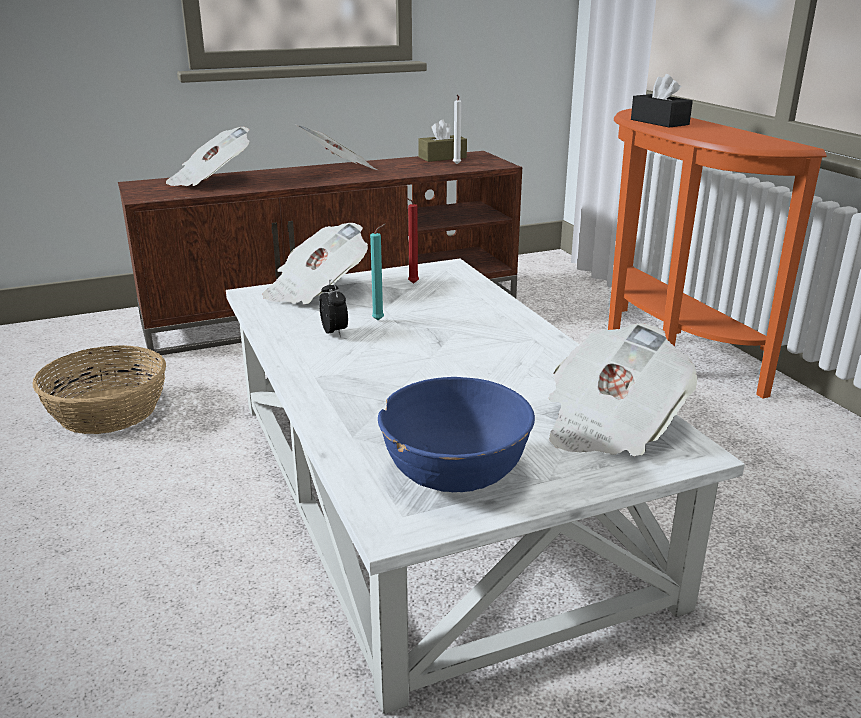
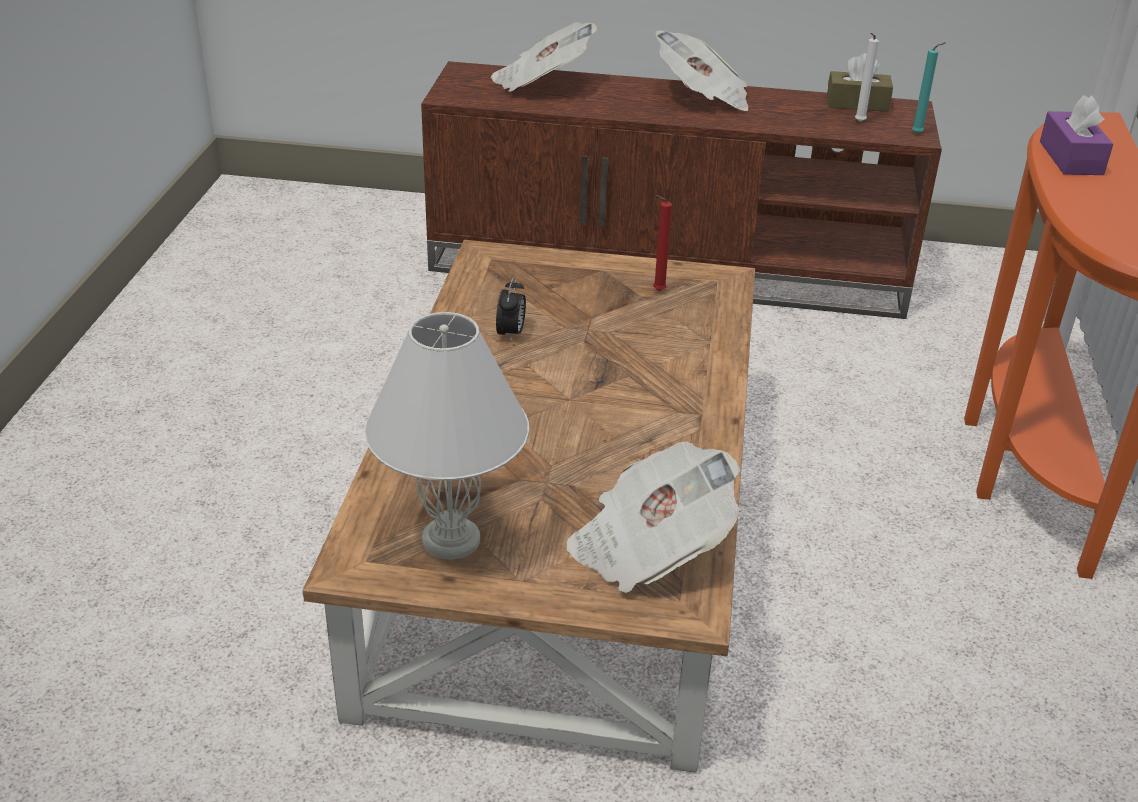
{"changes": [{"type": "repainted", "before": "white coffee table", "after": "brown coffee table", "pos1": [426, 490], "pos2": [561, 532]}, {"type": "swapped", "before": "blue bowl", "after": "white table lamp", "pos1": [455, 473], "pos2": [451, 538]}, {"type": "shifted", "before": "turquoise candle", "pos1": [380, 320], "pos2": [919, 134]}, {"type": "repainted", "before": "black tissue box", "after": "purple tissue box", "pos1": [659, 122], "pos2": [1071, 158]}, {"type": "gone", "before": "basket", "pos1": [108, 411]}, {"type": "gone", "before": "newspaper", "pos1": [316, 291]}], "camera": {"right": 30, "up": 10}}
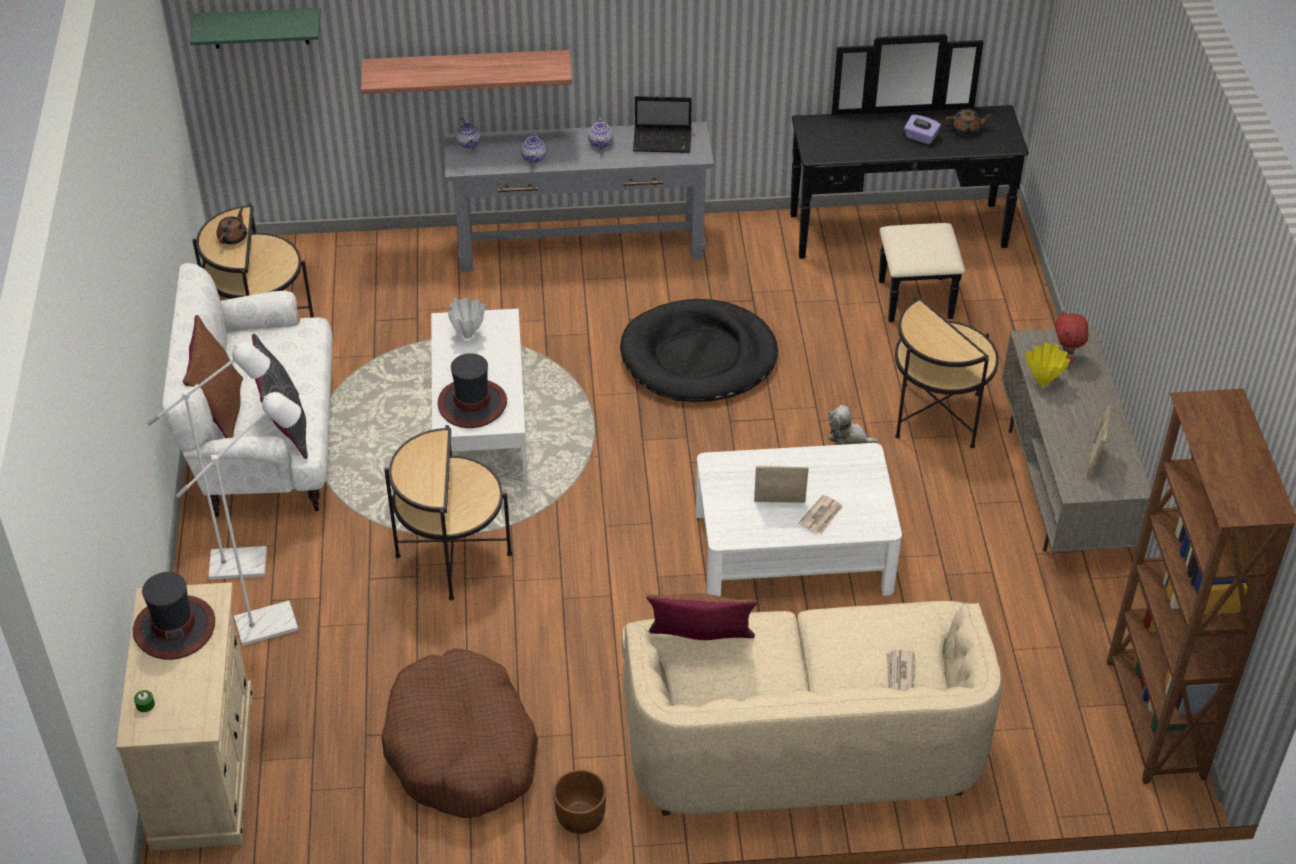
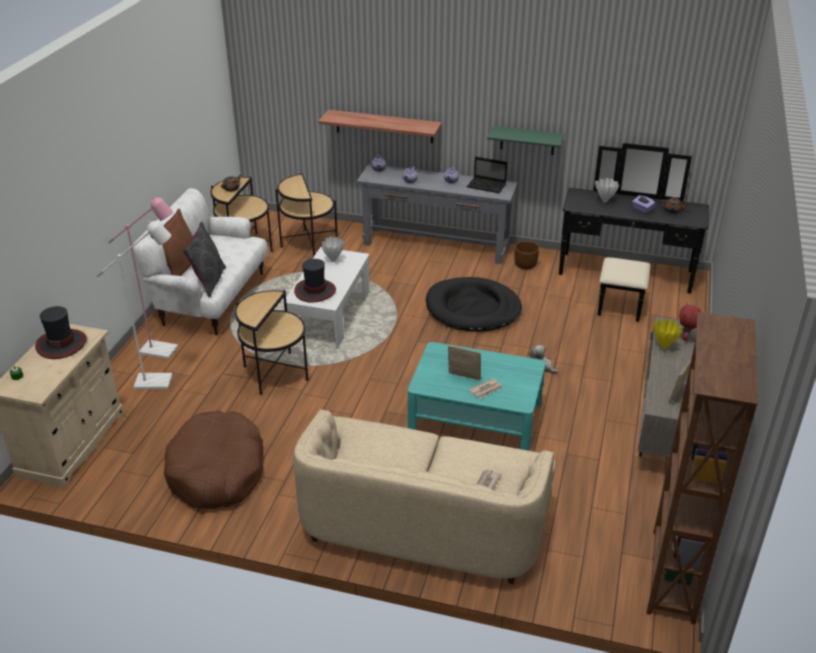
{"changes": [{"type": "repainted", "before": "white floor lamp", "after": "pink floor lamp", "pos1": [250, 563], "pos2": [165, 351]}, {"type": "shifted", "before": "side table", "pos1": [938, 415], "pos2": [309, 243]}, {"type": "repainted", "before": "white coffee table", "after": "turquoise coffee table", "pos1": [792, 551], "pos2": [475, 418]}, {"type": "shifted", "before": "green shelf", "pos1": [260, 28], "pos2": [527, 140]}, {"type": "shifted", "before": "brown planter", "pos1": [580, 817], "pos2": [525, 265]}, {"type": "new", "after": "white vase", "pos2": [605, 201]}, {"type": "gone", "before": "brown pillow", "pos1": [700, 648]}], "camera": {"right": 20, "up": -10}}
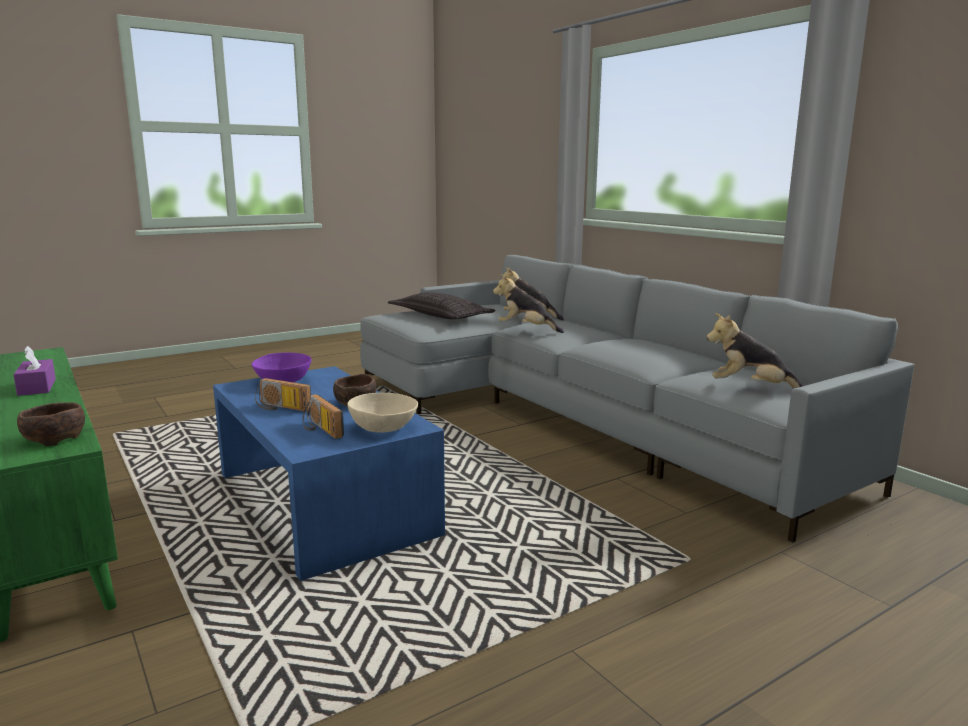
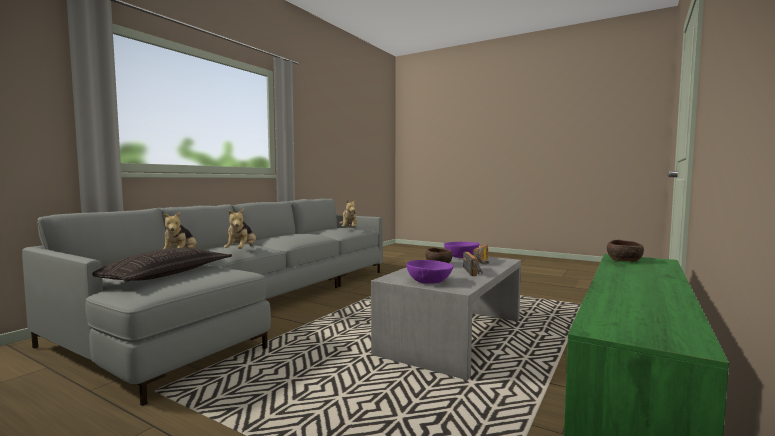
{"changes": [{"type": "repainted", "before": "blue coffee table", "after": "grey coffee table", "pos1": [325, 503], "pos2": [452, 336]}, {"type": "repainted", "before": "beige bowl", "after": "purple bowl", "pos1": [383, 428], "pos2": [461, 257]}, {"type": "gone", "before": "purple tissue box", "pos1": [37, 387]}], "camera": {"right": -115, "up": -10}}
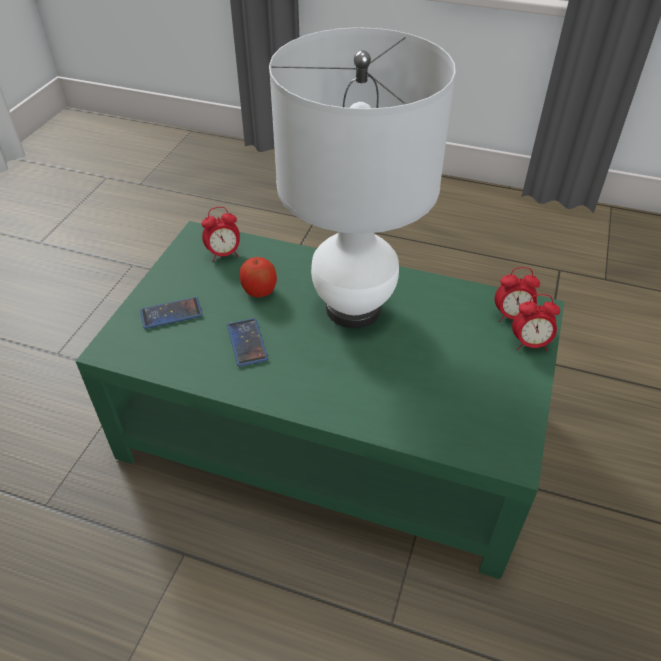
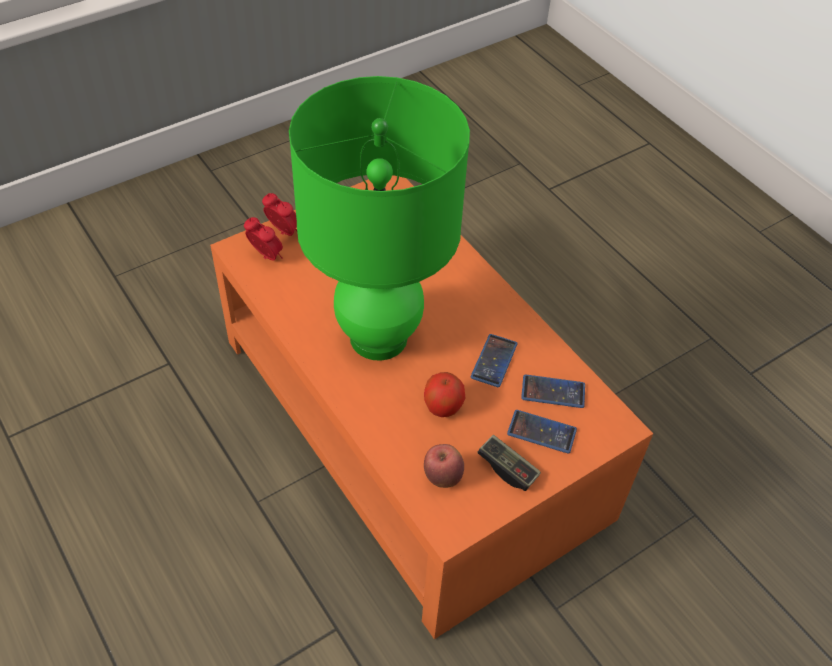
{"changes": [{"type": "repainted", "before": "green coffee table", "after": "orange coffee table", "pos1": [330, 429], "pos2": [410, 426]}, {"type": "repainted", "before": "white table lamp", "after": "green table lamp", "pos1": [353, 309], "pos2": [379, 338]}, {"type": "swapped", "before": "alarm clock", "after": "apple", "pos1": [224, 254], "pos2": [442, 477]}, {"type": "new", "after": "game controller", "pos2": [507, 468]}, {"type": "new", "after": "phone", "pos2": [553, 392]}], "camera": {"right": -145, "up": 5}}
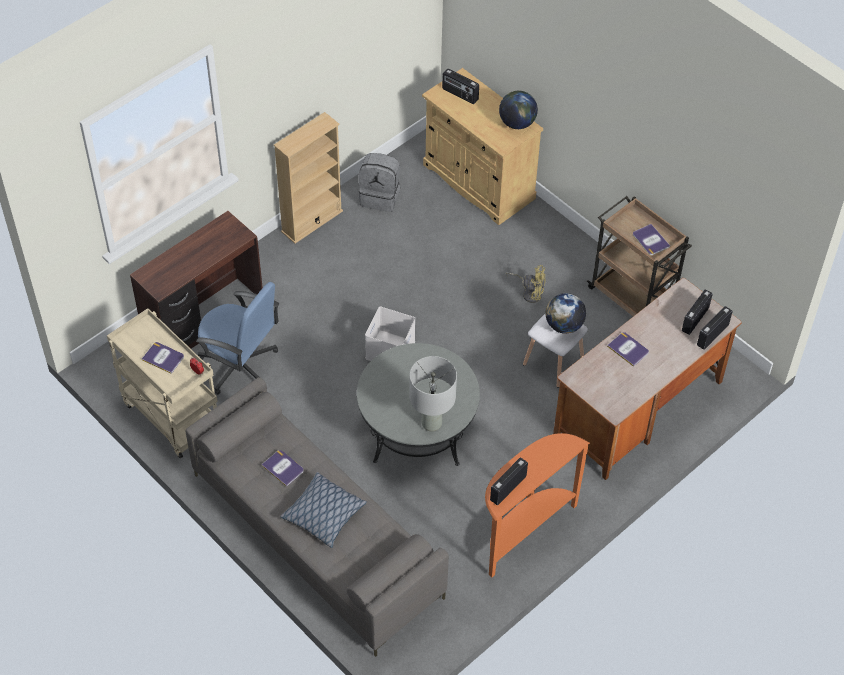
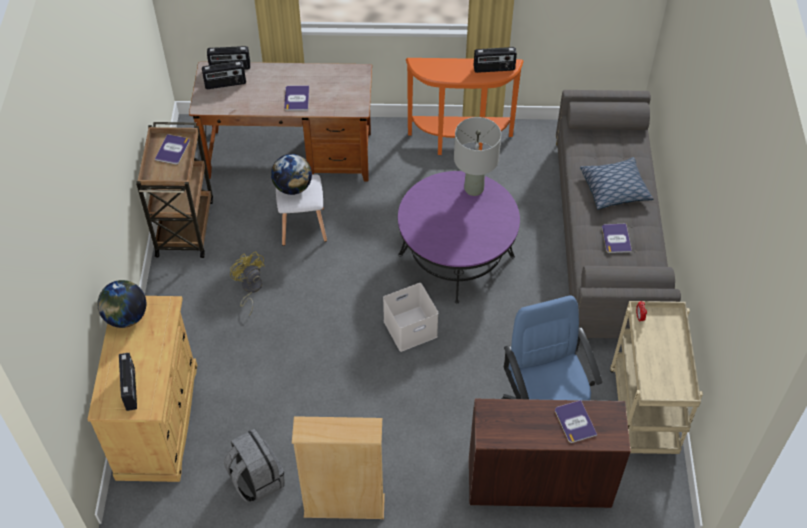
{"changes": [{"type": "repainted", "before": "grey coffee table", "after": "purple coffee table", "pos1": [417, 428], "pos2": [456, 255]}, {"type": "shifted", "before": "book", "pos1": [163, 358], "pos2": [575, 422]}], "camera": {"right": -135, "up": 0}}
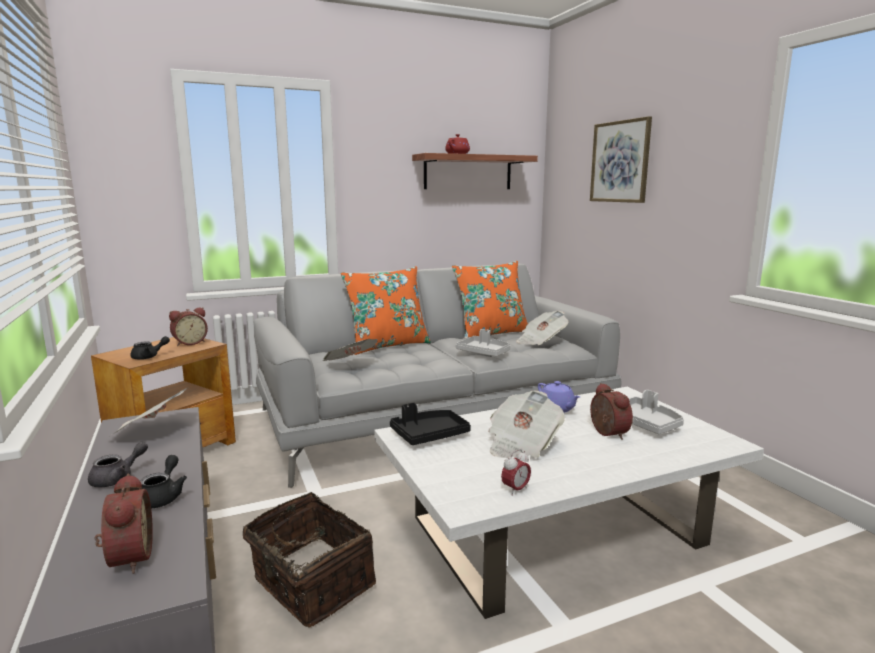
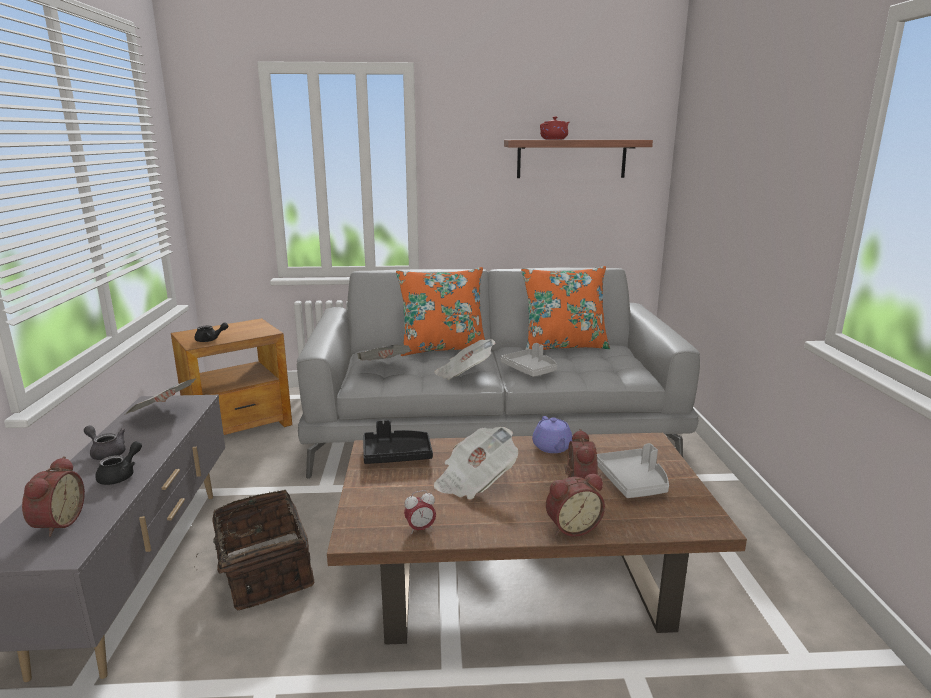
{"changes": [{"type": "rotated", "before": "grey teapot", "pos1": [118, 478], "pos2": [106, 453], "turn": -120}, {"type": "repainted", "before": "white coffee table", "after": "brown coffee table", "pos1": [557, 529], "pos2": [522, 574]}, {"type": "shifted", "before": "newspaper", "pos1": [540, 341], "pos2": [464, 374]}, {"type": "shifted", "before": "alarm clock", "pos1": [189, 343], "pos2": [571, 527]}, {"type": "gone", "before": "picture", "pos1": [620, 162]}], "camera": {"right": 20, "up": 5}}
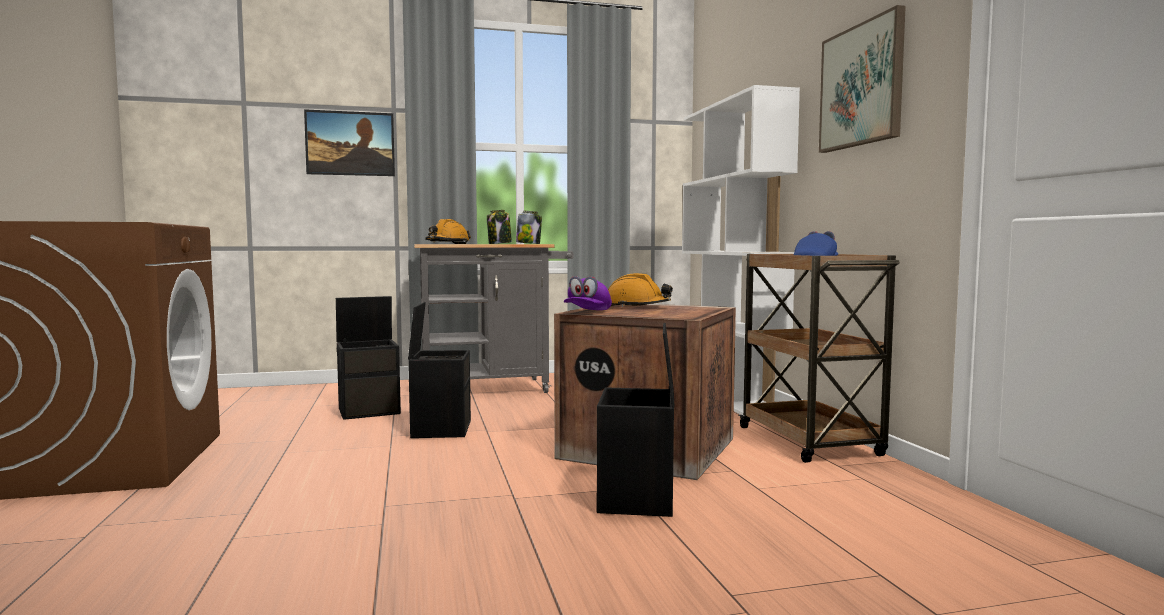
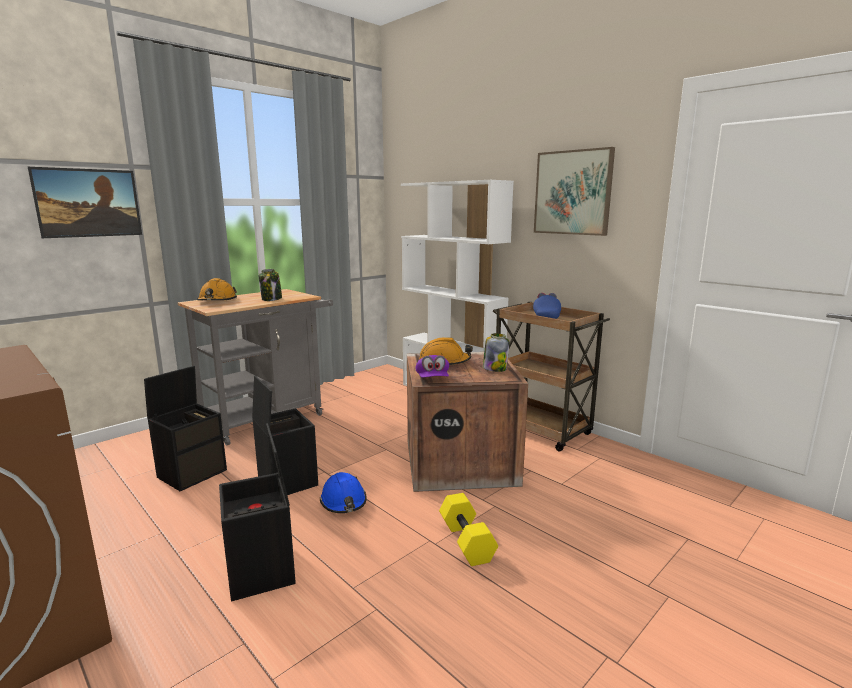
{"changes": [{"type": "shifted", "before": "black storage box", "pos1": [637, 500], "pos2": [262, 570]}, {"type": "new", "after": "blue hard hat", "pos2": [343, 502]}, {"type": "new", "after": "yellow dumbbell", "pos2": [468, 541]}, {"type": "shifted", "before": "jar", "pos1": [528, 244], "pos2": [494, 369]}], "camera": {"right": -30, "up": 10}}
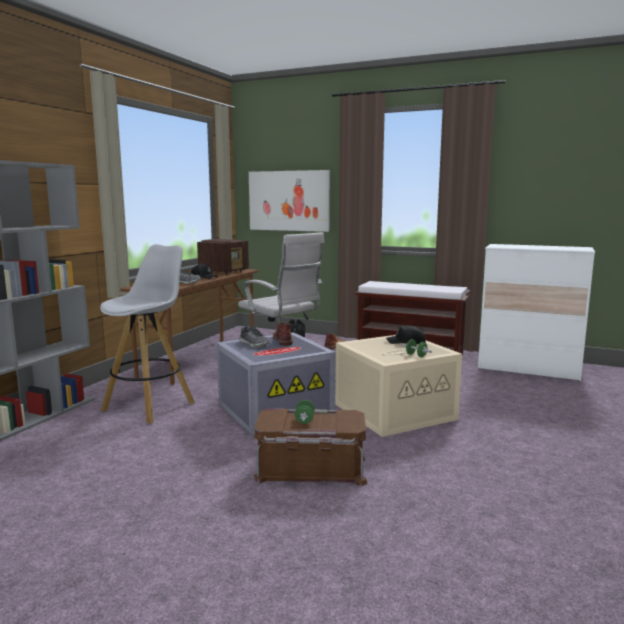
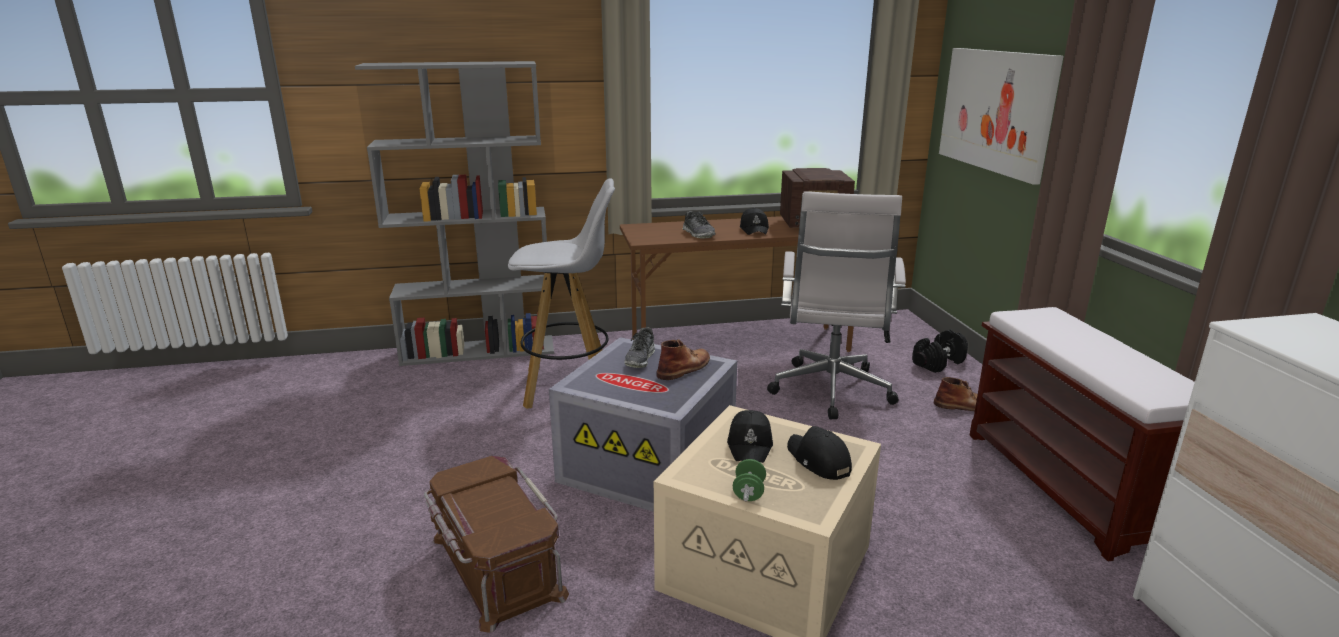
{"changes": [{"type": "new", "after": "black cap", "pos2": [750, 444]}, {"type": "gone", "before": "green dumbbell", "pos1": [304, 420]}], "camera": {"right": 55, "up": 10}}
